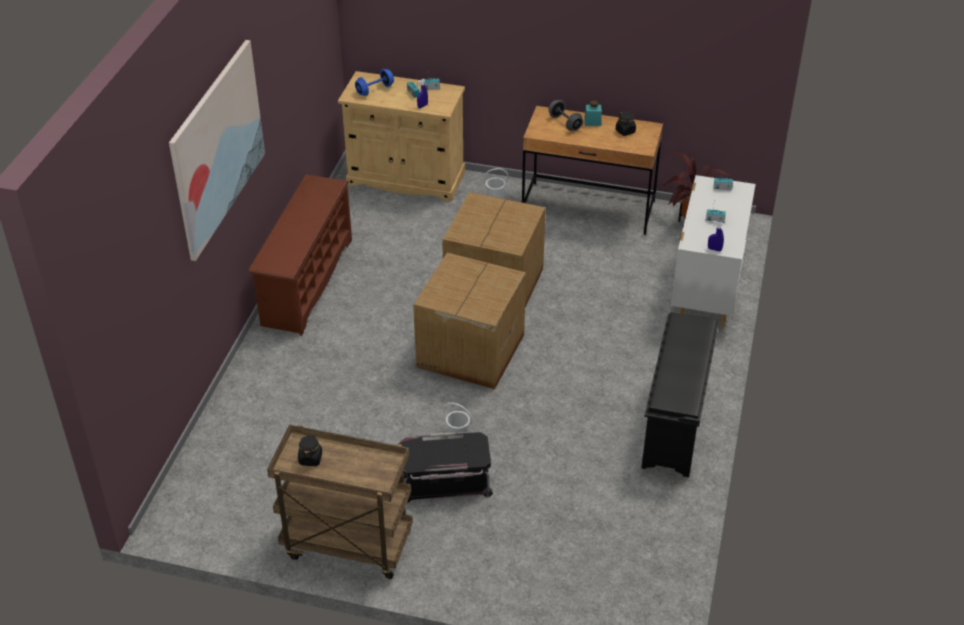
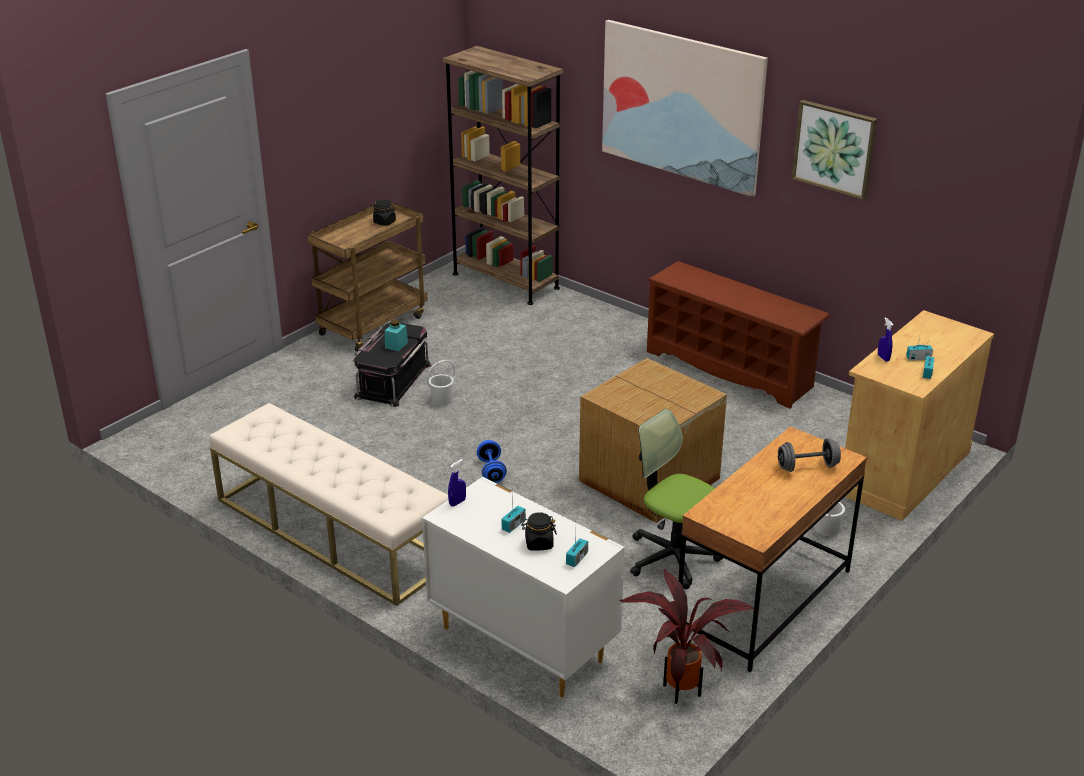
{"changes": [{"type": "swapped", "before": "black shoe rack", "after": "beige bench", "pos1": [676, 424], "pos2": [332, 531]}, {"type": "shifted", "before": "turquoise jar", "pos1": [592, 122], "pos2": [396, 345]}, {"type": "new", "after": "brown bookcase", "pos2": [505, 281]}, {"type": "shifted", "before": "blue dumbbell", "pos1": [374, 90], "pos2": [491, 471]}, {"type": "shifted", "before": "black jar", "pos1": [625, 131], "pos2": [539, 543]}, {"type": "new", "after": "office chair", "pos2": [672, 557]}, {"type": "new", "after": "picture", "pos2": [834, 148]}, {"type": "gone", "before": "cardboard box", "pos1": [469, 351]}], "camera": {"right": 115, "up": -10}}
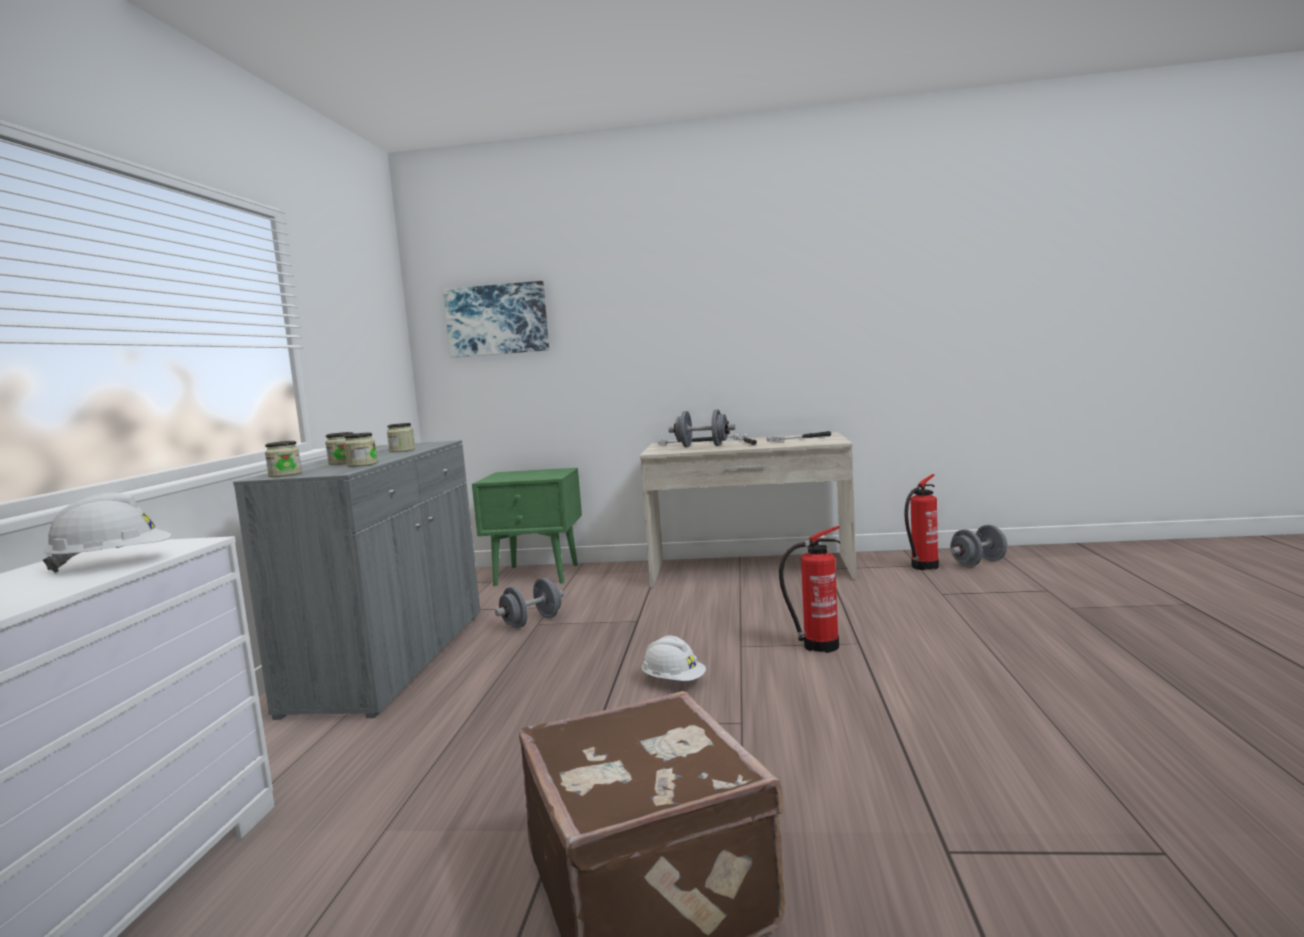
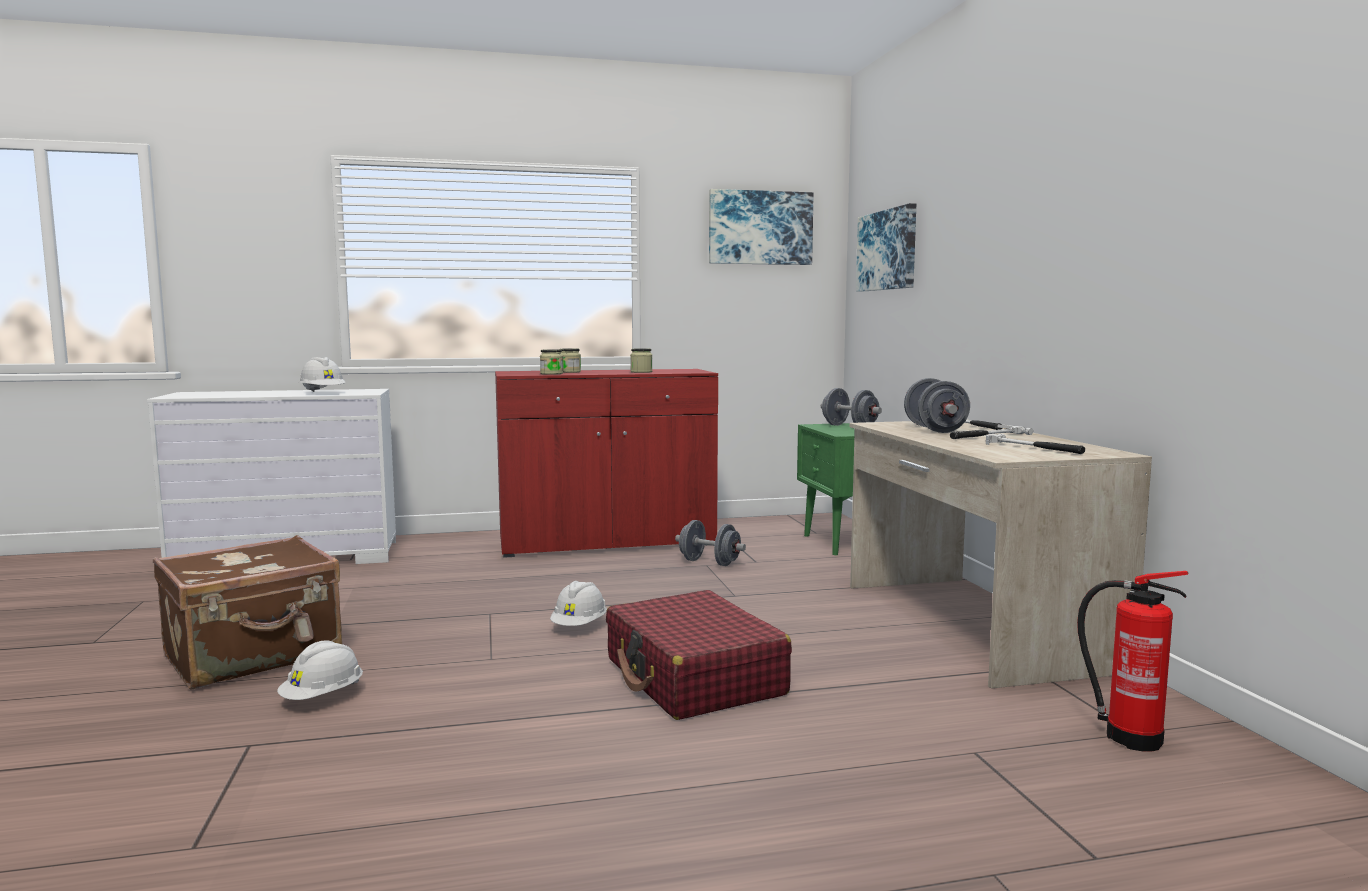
{"changes": [{"type": "new", "after": "white hard hat", "pos2": [323, 697]}, {"type": "repainted", "before": "grey cabinet", "after": "red cabinet", "pos1": [392, 660], "pos2": [606, 542]}, {"type": "swapped", "before": "fire extinguisher", "after": "red suitcase", "pos1": [817, 646], "pos2": [694, 677]}, {"type": "new", "after": "picture", "pos2": [760, 228]}, {"type": "shifted", "before": "grey dumbbell", "pos1": [978, 563], "pos2": [849, 426]}, {"type": "gone", "before": "jar", "pos1": [285, 474]}], "camera": {"right": 70, "up": 0}}
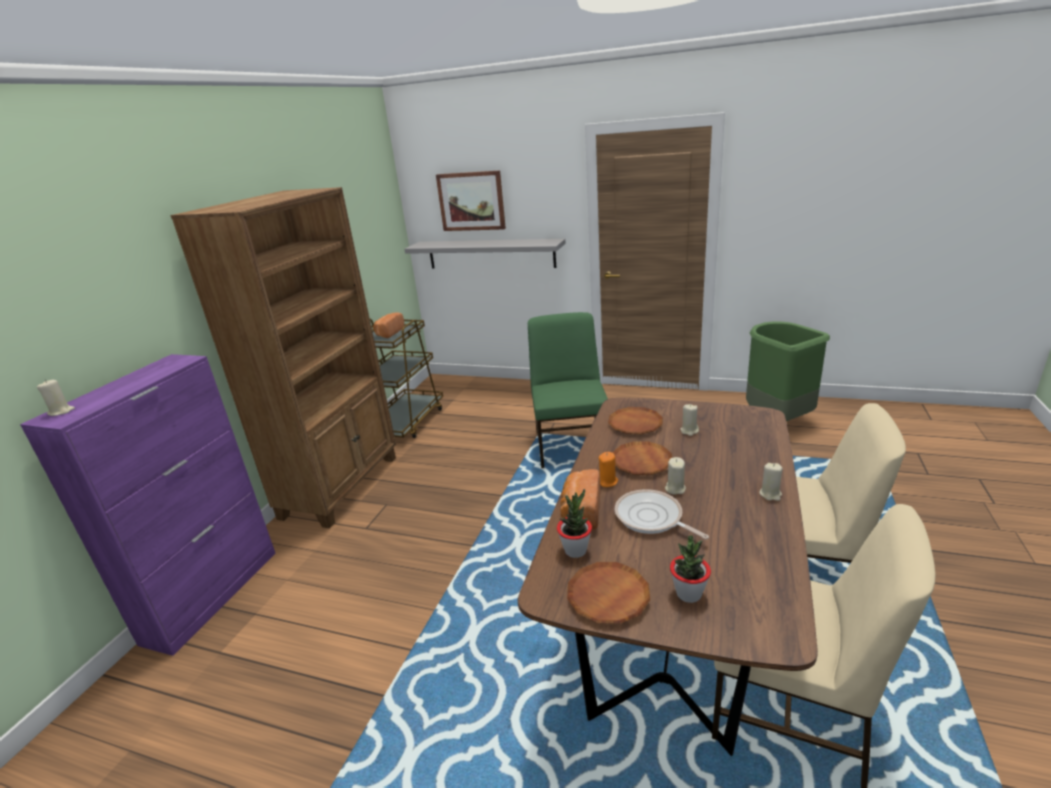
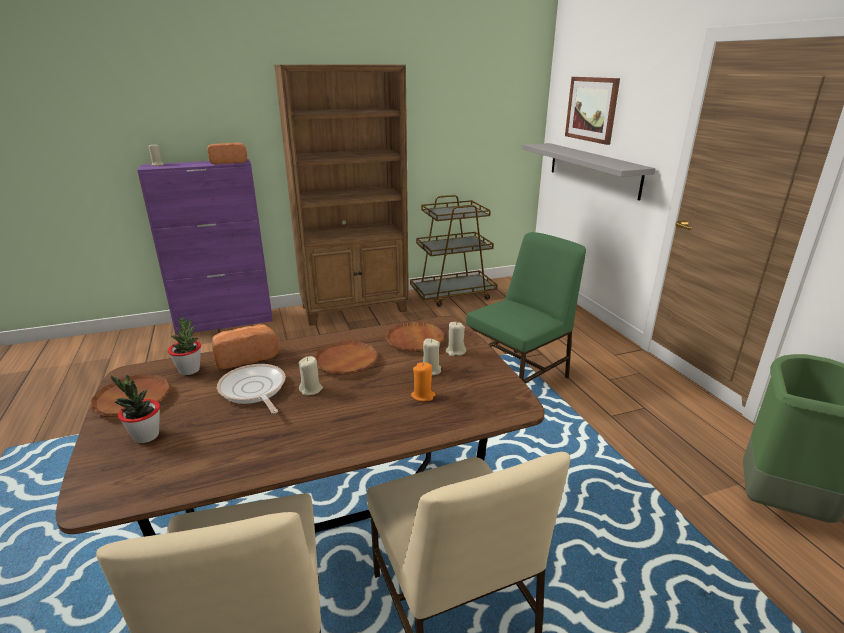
{"changes": [{"type": "shifted", "before": "bread", "pos1": [388, 333], "pos2": [229, 162]}, {"type": "rotated", "before": "frying pan", "pos1": [651, 518], "pos2": [253, 390], "turn": -45}, {"type": "shifted", "before": "orange candle", "pos1": [607, 481], "pos2": [423, 395]}, {"type": "shifted", "before": "beige candle", "pos1": [770, 494], "pos2": [455, 351]}], "camera": {"right": 50, "up": 0}}
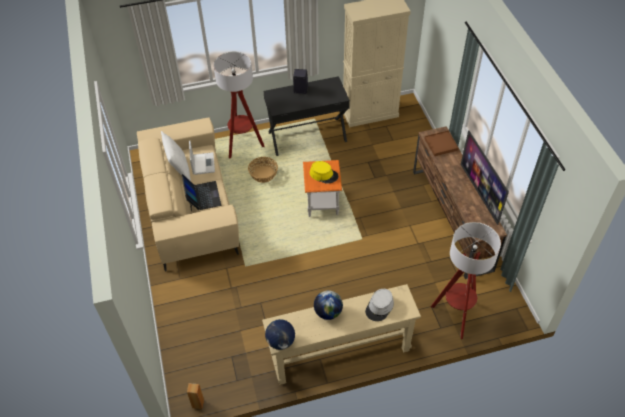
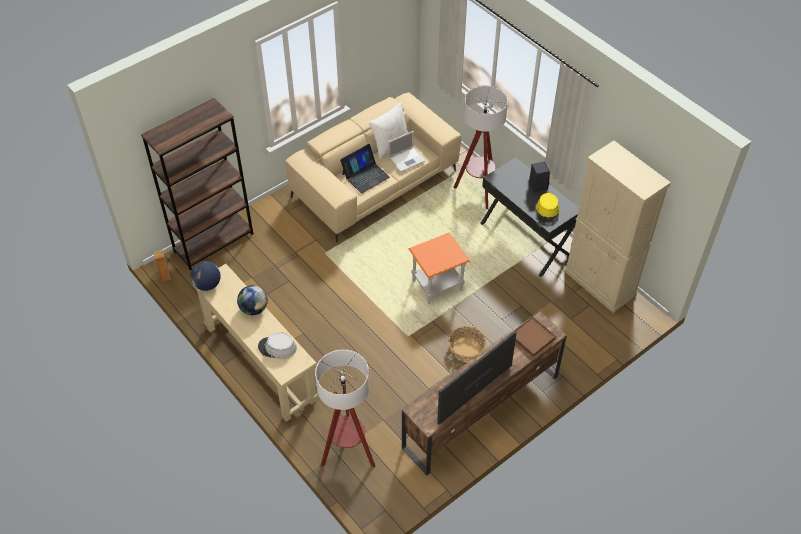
{"changes": [{"type": "new", "after": "brown bookcase", "pos2": [214, 242]}, {"type": "shifted", "before": "basket", "pos1": [263, 174], "pos2": [466, 349]}, {"type": "shifted", "before": "yellow hat", "pos1": [324, 174], "pos2": [547, 211]}], "camera": {"right": 65, "up": 0}}
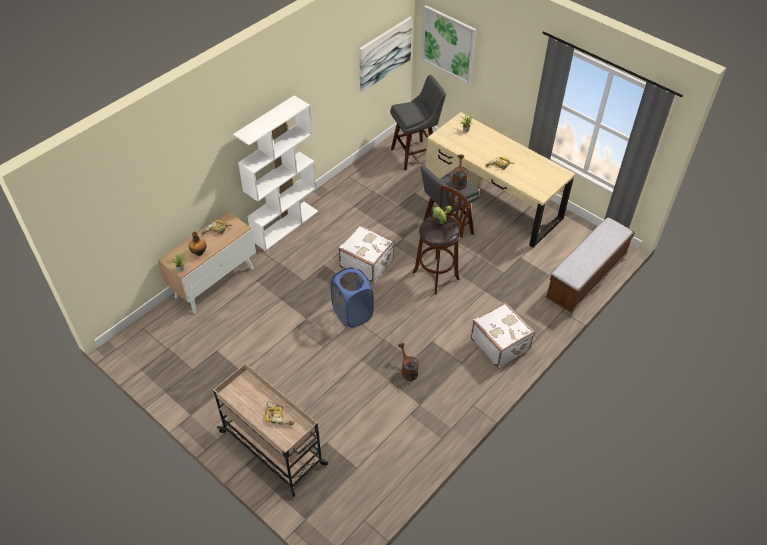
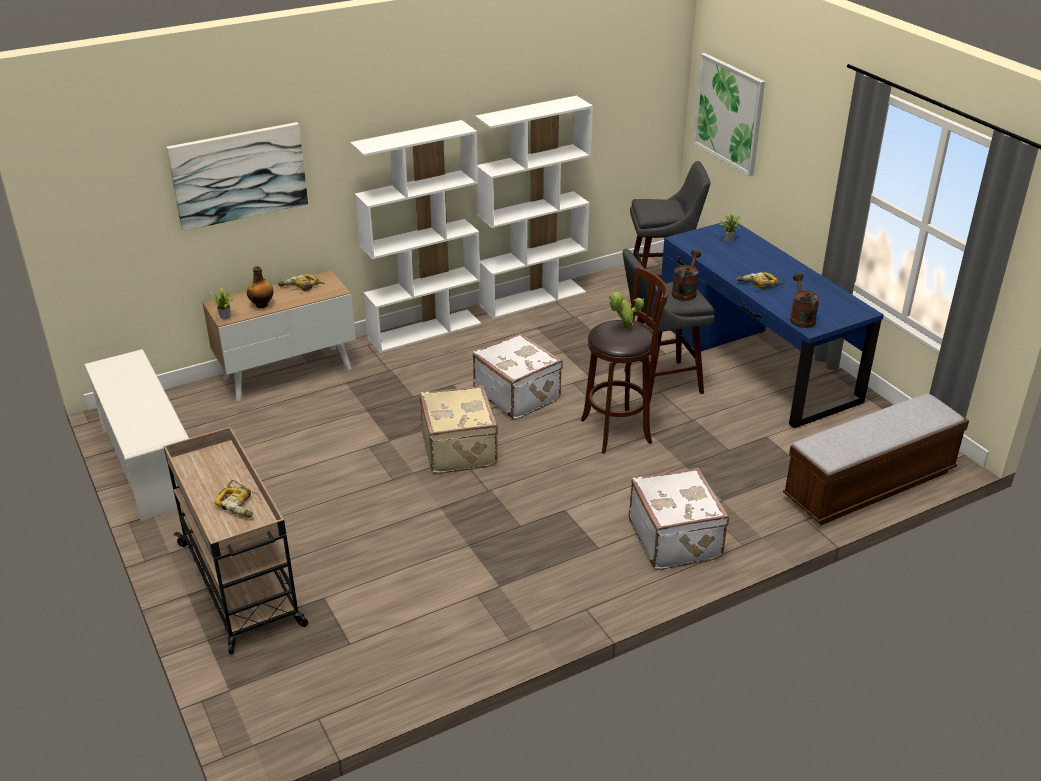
{"changes": [{"type": "new", "after": "white shoe rack", "pos2": [149, 465]}, {"type": "shifted", "before": "picture", "pos1": [384, 53], "pos2": [239, 175]}, {"type": "swapped", "before": "blue laundry basket", "after": "beige suitcase", "pos1": [352, 313], "pos2": [460, 449]}, {"type": "new", "after": "white bookcase", "pos2": [533, 299]}, {"type": "repainted", "before": "beige desk", "after": "blue desk", "pos1": [492, 200], "pos2": [755, 360]}, {"type": "shifted", "before": "brown watering can", "pos1": [408, 370], "pos2": [801, 318]}], "camera": {"right": 20, "up": -15}}
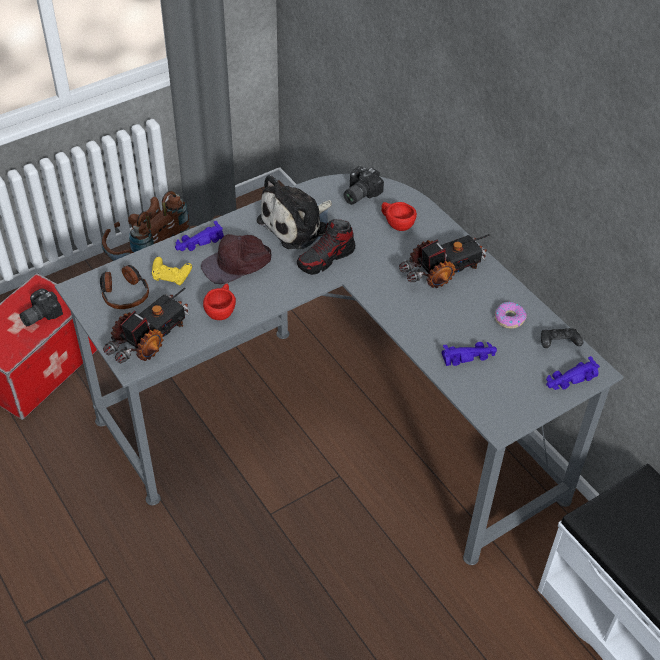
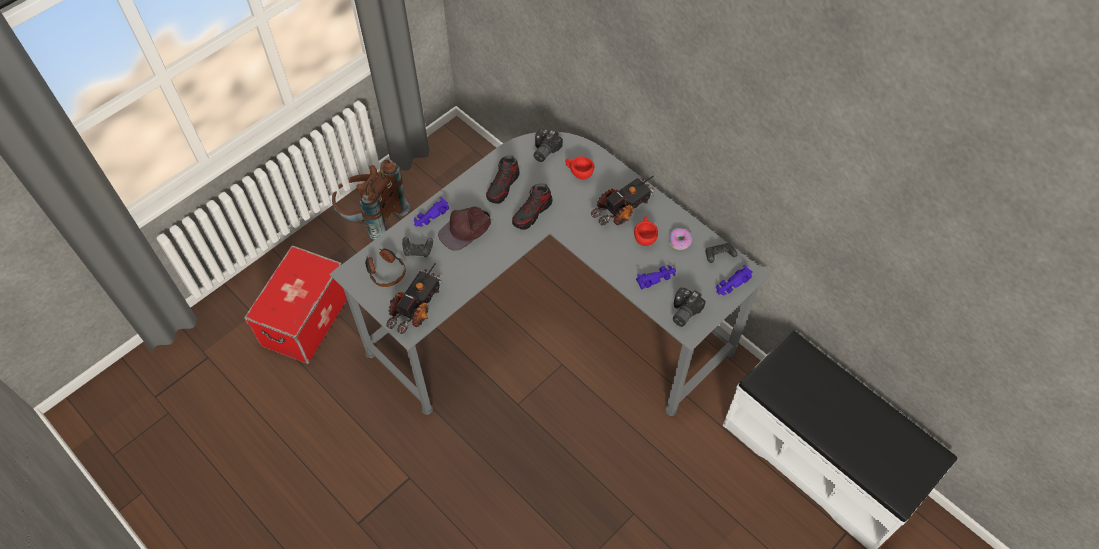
{"changes": [{"type": "repainted", "before": "yellow game controller", "after": "black game controller", "pos1": [171, 277], "pos2": [418, 250]}, {"type": "swapped", "before": "plush toy", "after": "shoe", "pos1": [297, 224], "pos2": [503, 186]}, {"type": "shifted", "before": "red cup", "pos1": [221, 310], "pos2": [644, 236]}, {"type": "shifted", "before": "photo camera", "pos1": [39, 315], "pos2": [683, 312]}], "camera": {"right": -10, "up": 10}}
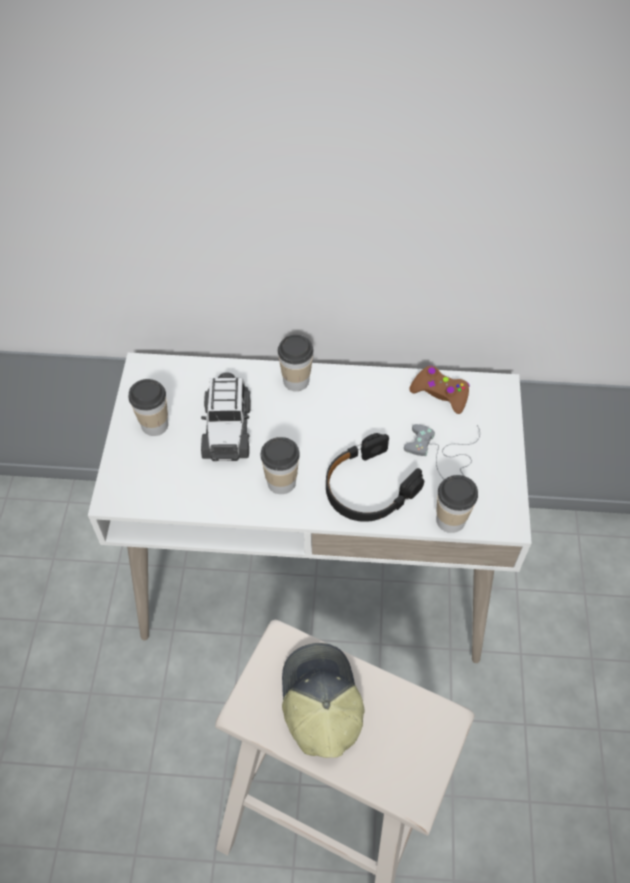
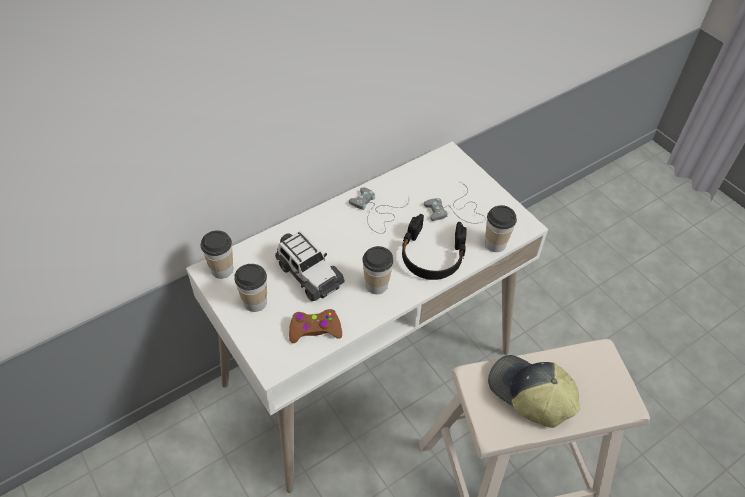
{"changes": [{"type": "shifted", "before": "cup", "pos1": [296, 381], "pos2": [222, 269]}, {"type": "shifted", "before": "brown game controller", "pos1": [440, 393], "pos2": [315, 330]}, {"type": "new", "after": "grey game controller", "pos2": [376, 212]}], "camera": {"right": -40, "up": -5}}
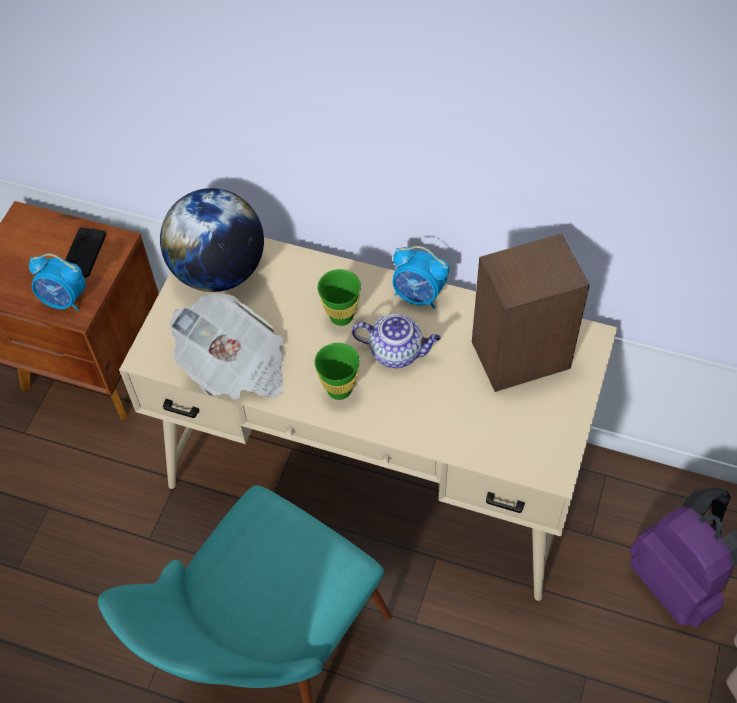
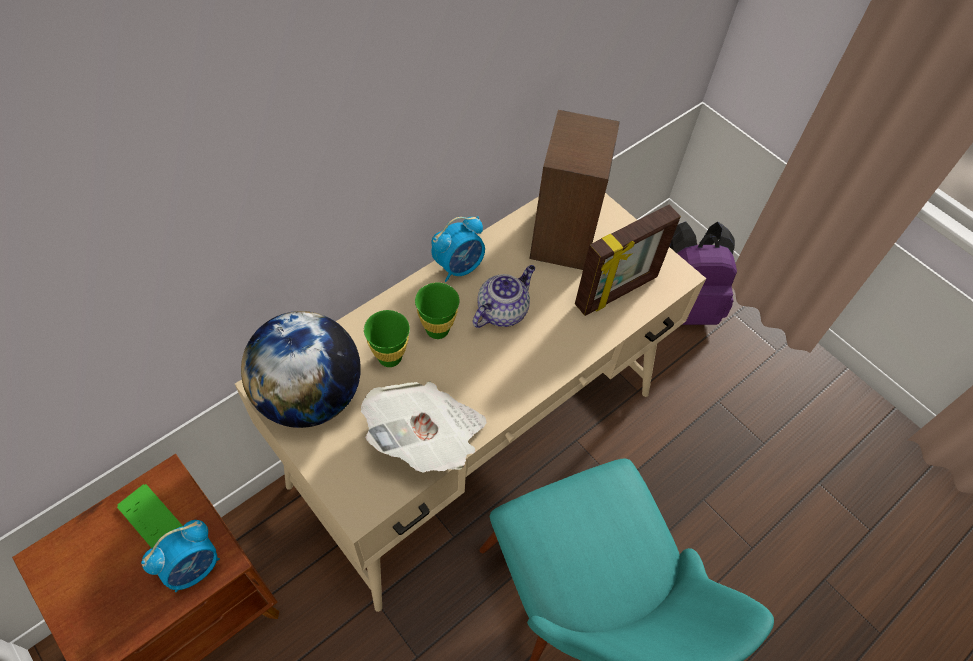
{"changes": [{"type": "repainted", "before": "black game controller", "after": "green game controller", "pos1": [84, 253], "pos2": [151, 518]}, {"type": "shifted", "before": "green cup", "pos1": [339, 390], "pos2": [390, 357]}, {"type": "new", "after": "picture frame", "pos2": [617, 292]}], "camera": {"right": -65, "up": 0}}
